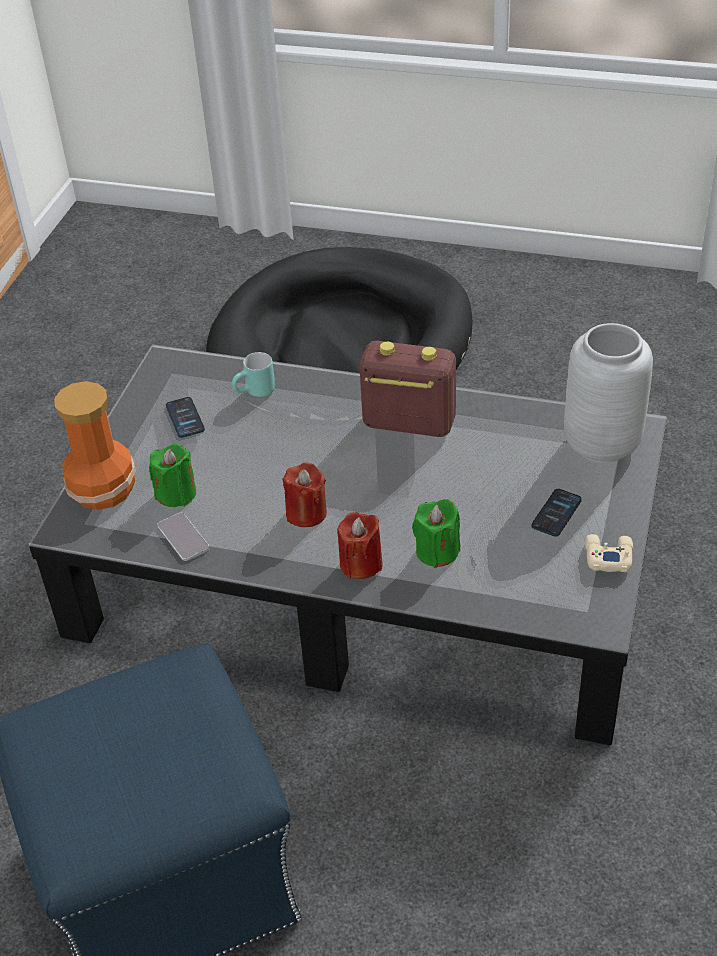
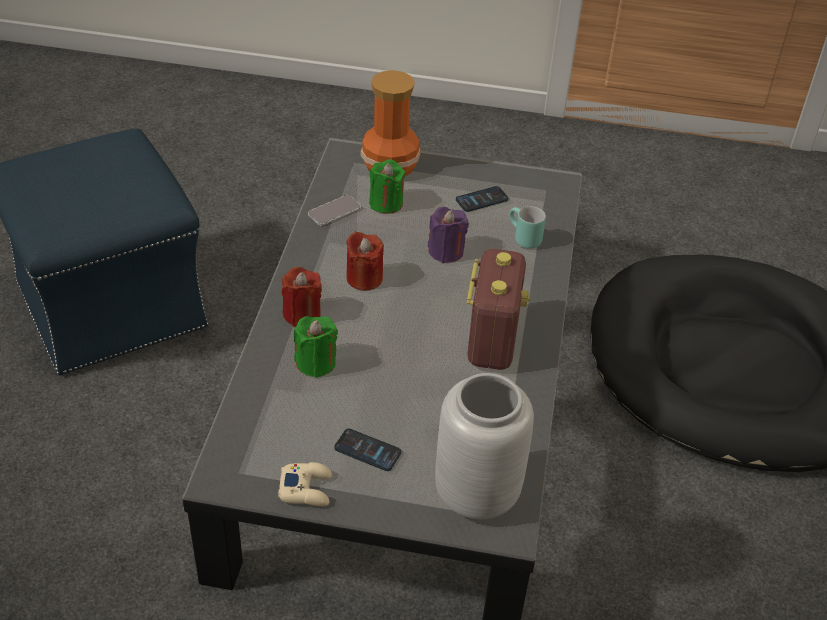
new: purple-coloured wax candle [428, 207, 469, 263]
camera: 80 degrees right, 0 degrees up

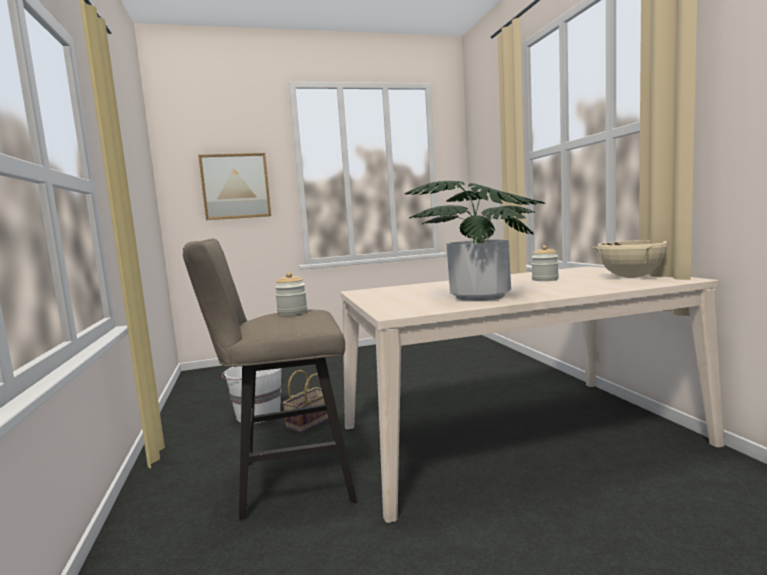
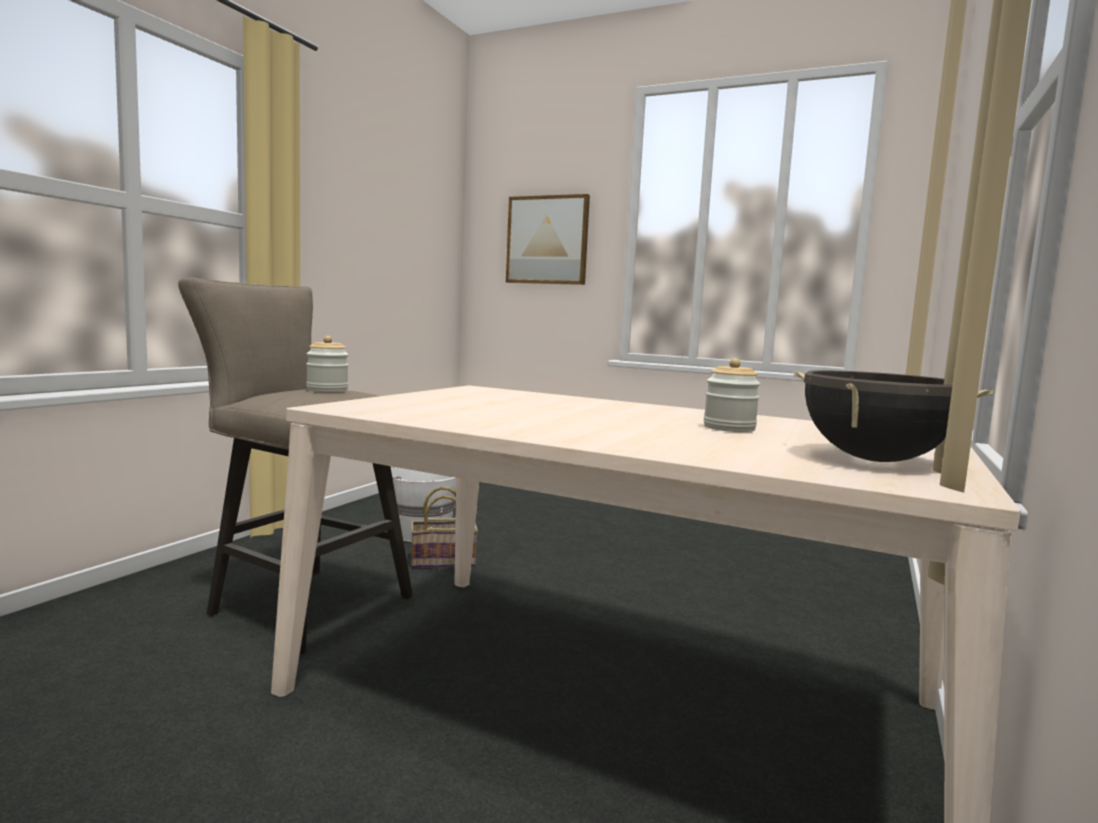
gone: potted plant [404, 181, 545, 301]
repainted: beige-coloured saucepot [591, 240, 668, 278] to black-coloured saucepot [793, 370, 994, 462]
camera: 40 degrees right, 0 degrees up

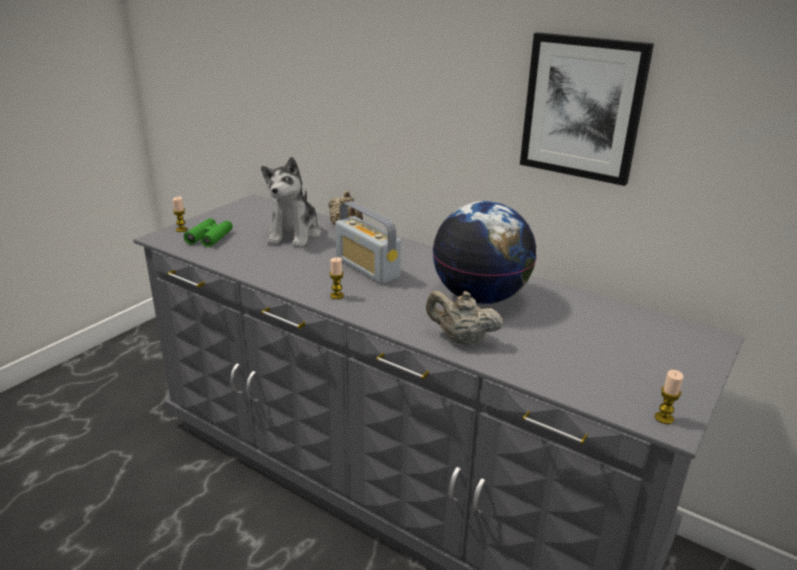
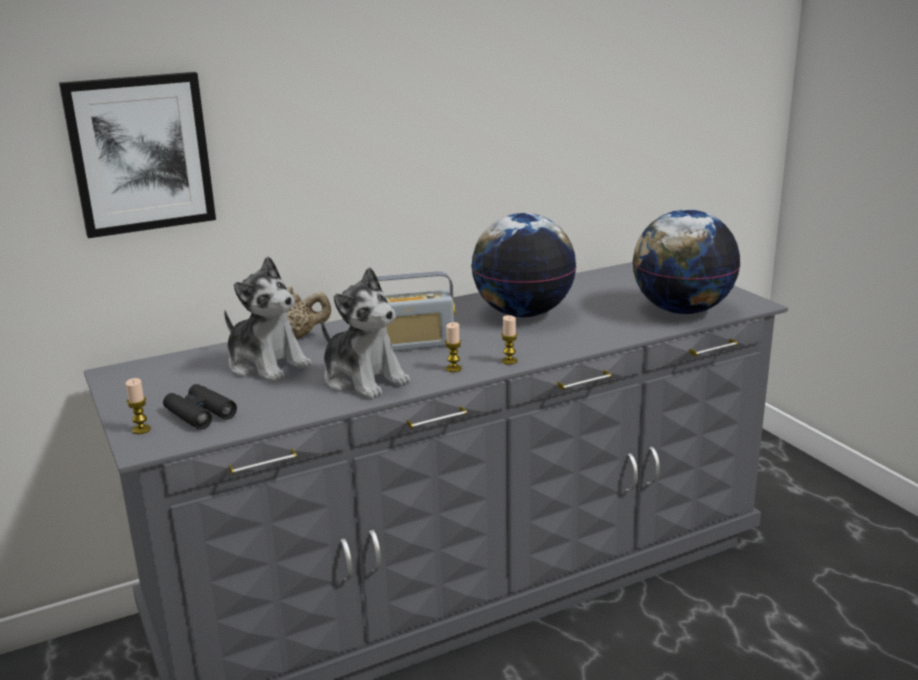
gone: beige-coloured pot for tea [426, 291, 503, 346]
new: cuddly toy [321, 267, 410, 399]; globe [632, 209, 741, 314]
shifted: wall picture [520, 32, 654, 186] to [59, 72, 216, 238]; wax candle [655, 370, 683, 424] to [501, 315, 518, 365]
repainted: greenish pair of binoculars [184, 218, 233, 247] to black-coloured pair of binoculars [163, 384, 237, 430]
camera: 60 degrees left, 5 degrees down

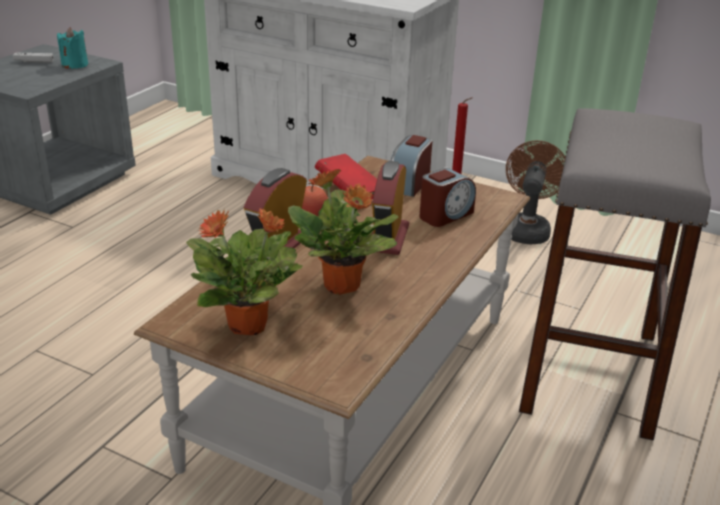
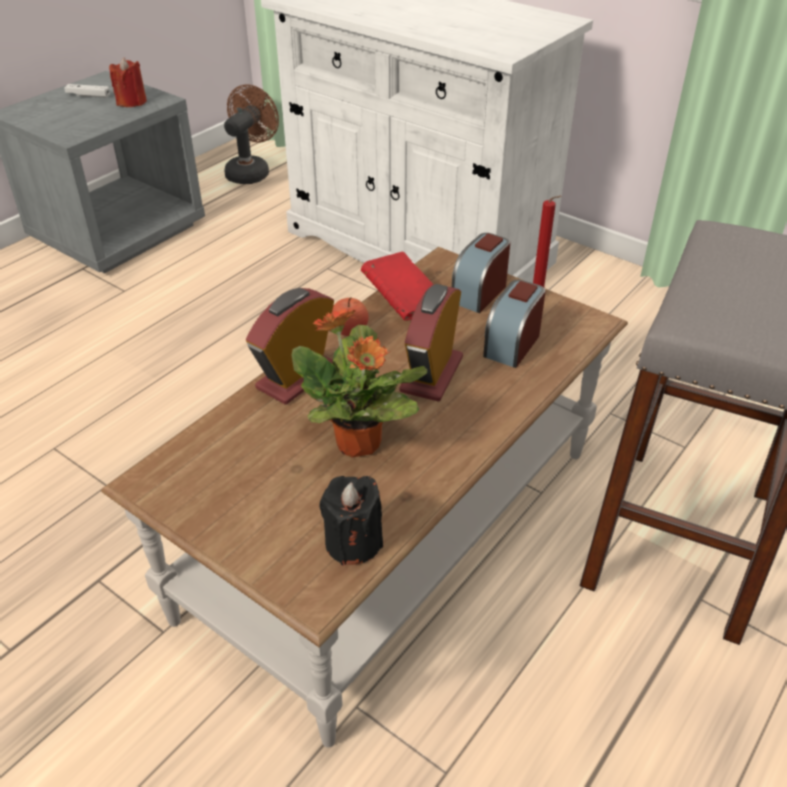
gone: potted plant [186, 208, 303, 335]
new: black-coloured wax candle [319, 476, 383, 566]
shifted: brownish fan [506, 140, 566, 245] to [224, 84, 279, 184]
repainted: blue-green wax candle [57, 27, 88, 69] to reddish wax candle [109, 57, 147, 107]
rotated: table clock [419, 168, 476, 227] = [483, 280, 546, 368] 150 degrees clockwise
camera: 10 degrees right, 10 degrees up

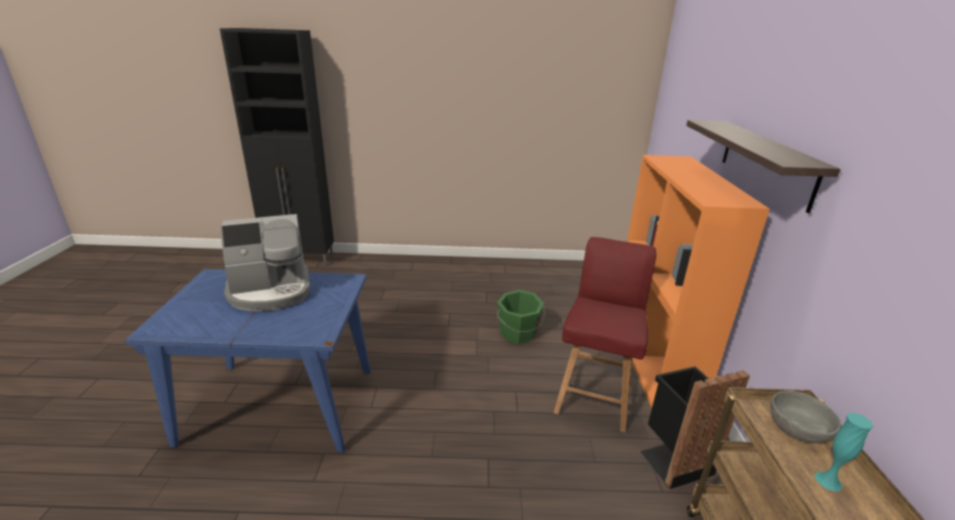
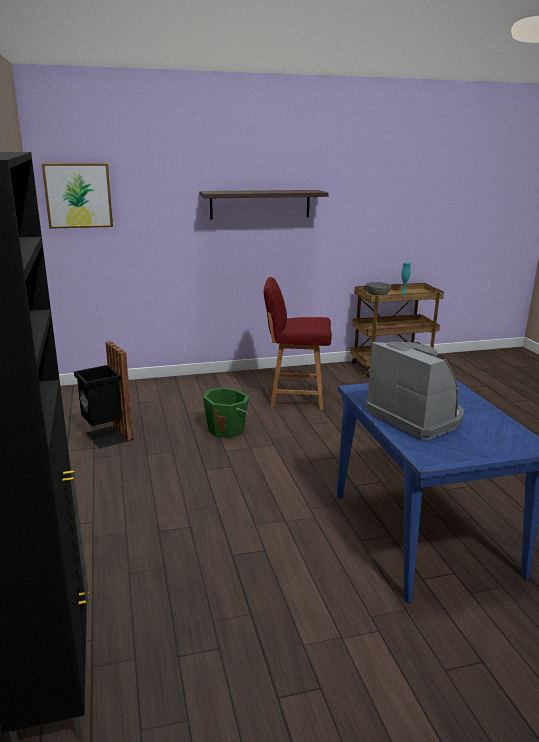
gone: orange bookcase [627, 155, 770, 408]
new: wall picture [42, 163, 113, 229]
shifted: black-coloured rubbish bin [640, 366, 750, 489] to [74, 341, 133, 449]
camera: 105 degrees left, 5 degrees down

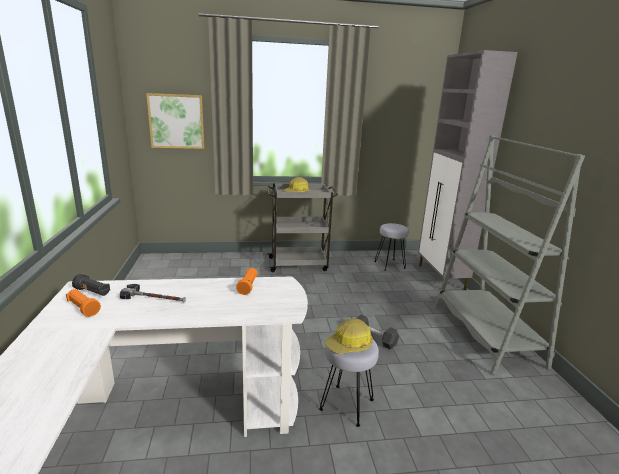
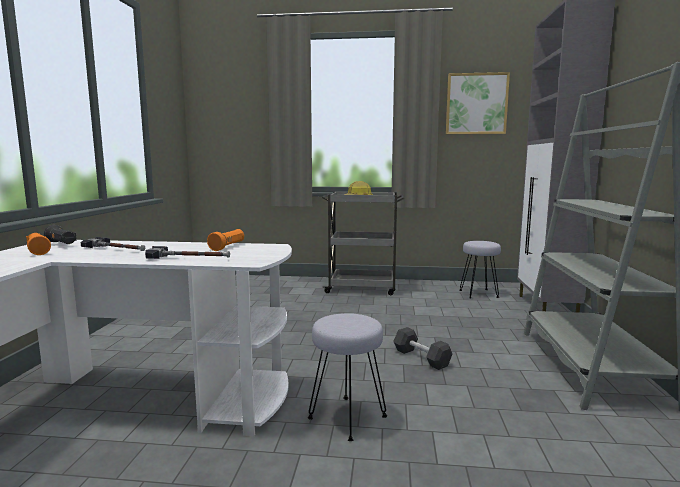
gone: hard hat [324, 318, 373, 354]
new: hand hammer [145, 246, 230, 259]
shifted: wall picture [146, 93, 204, 149] to [446, 72, 510, 134]
camera: 15 degrees right, 10 degrees down

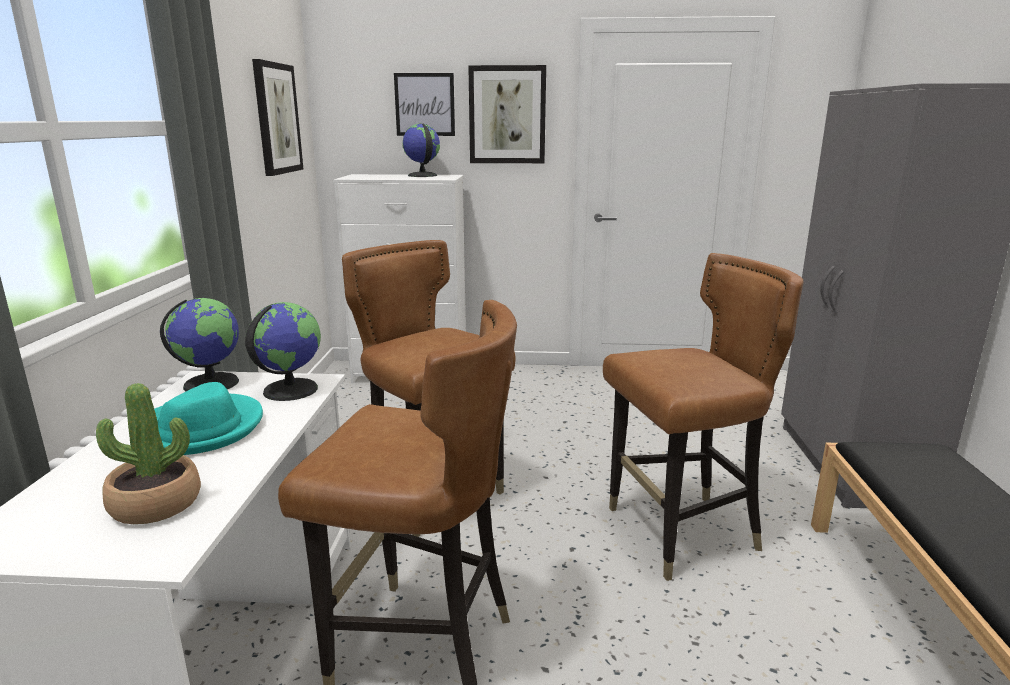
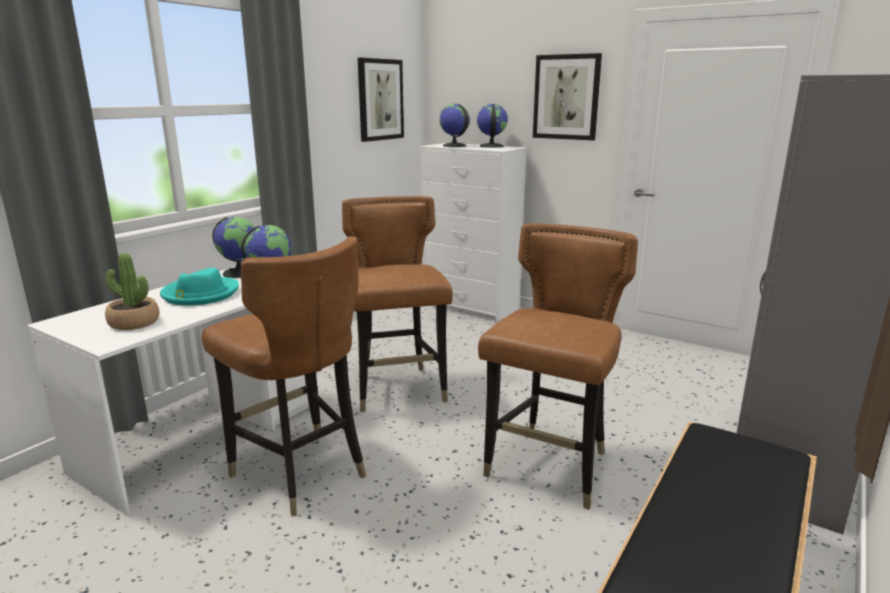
gone: wall picture [394, 73, 455, 136]
new: globe [439, 104, 470, 147]
rotated: brownish upright chair [603, 253, 804, 581] = [478, 223, 638, 510] 75 degrees counterclockwise
camera: 30 degrees right, 0 degrees up

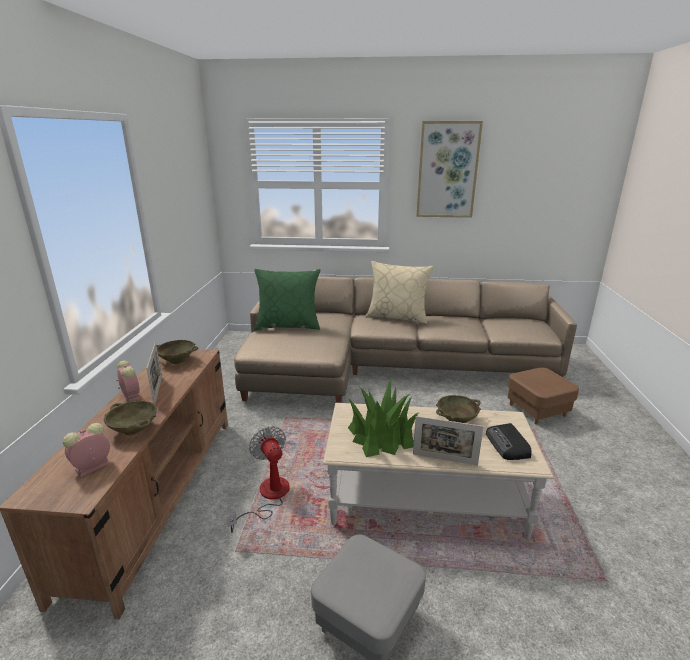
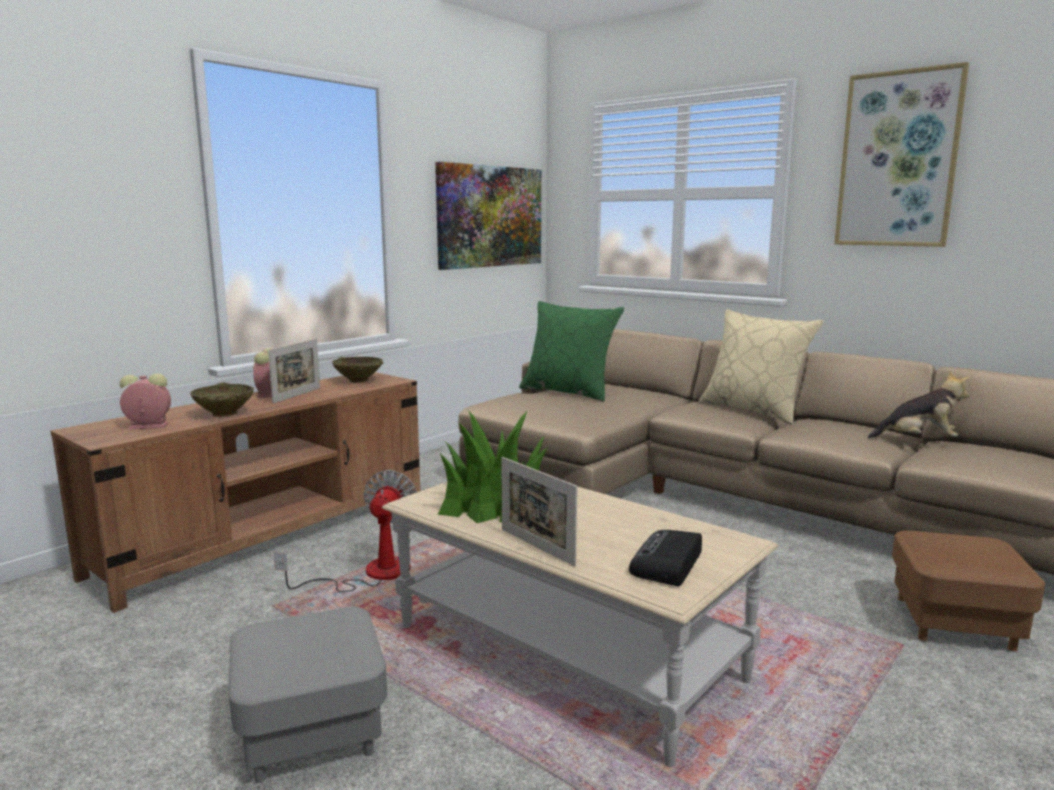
gone: beige-coloured serving bowl [436, 395, 481, 423]
new: wall picture [435, 162, 541, 270]; cuddly toy [868, 371, 970, 438]
camera: 35 degrees right, 10 degrees down

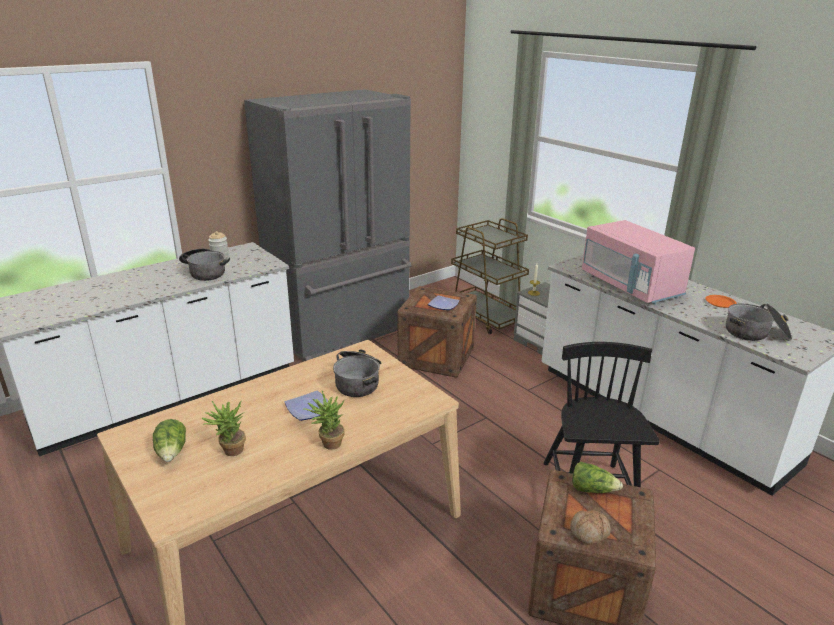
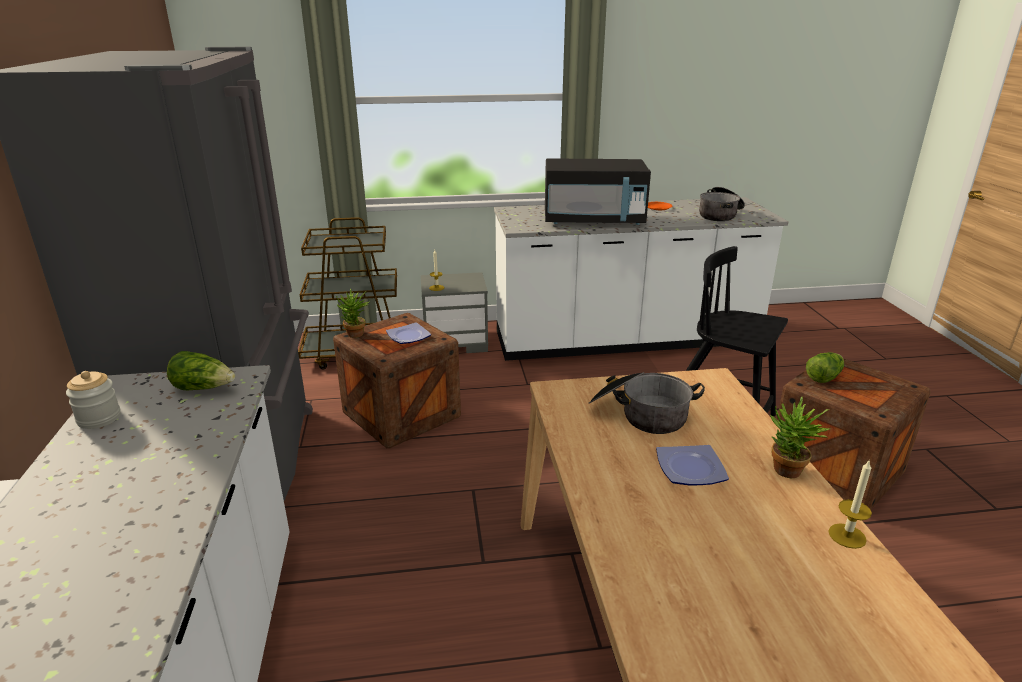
gone: saucepot [179, 249, 230, 281]; baked bread [570, 510, 611, 545]
new: wax candle [828, 459, 872, 549]
shifted: lettuce [153, 419, 186, 462] to [167, 351, 235, 390]; potted plant [201, 400, 246, 456] to [336, 289, 369, 338]
repainted: pink-coloured microwave [582, 220, 695, 304] to black-coloured microwave [545, 158, 651, 225]
camera: 60 degrees left, 0 degrees up

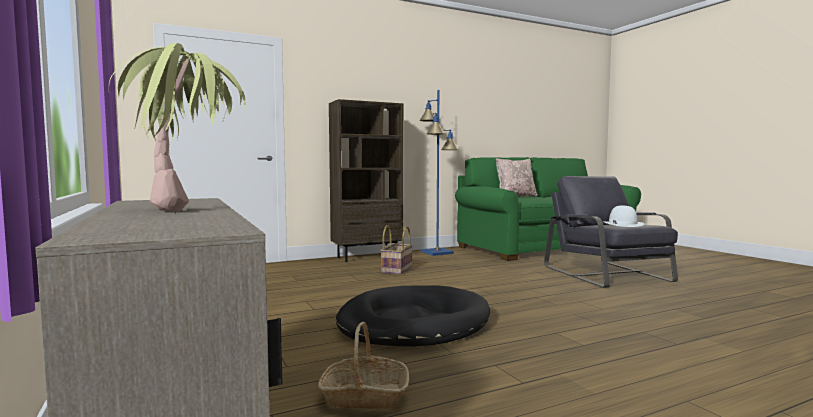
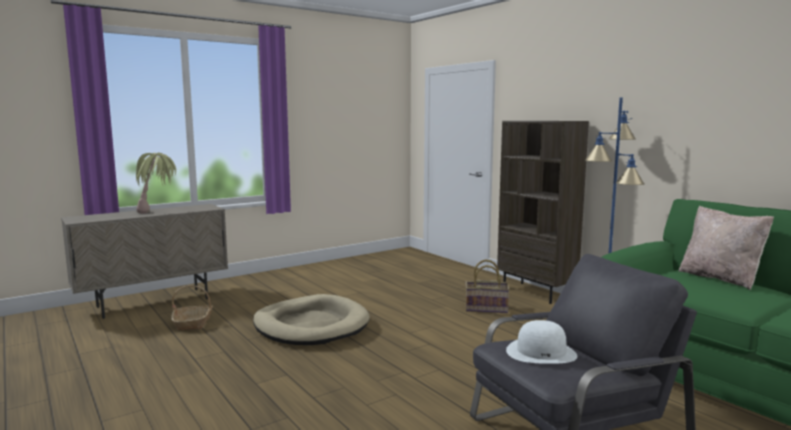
repainted: black-coloured pet bed [336, 285, 490, 347] to beige-coloured pet bed [253, 294, 370, 345]
camera: 80 degrees right, 5 degrees up

